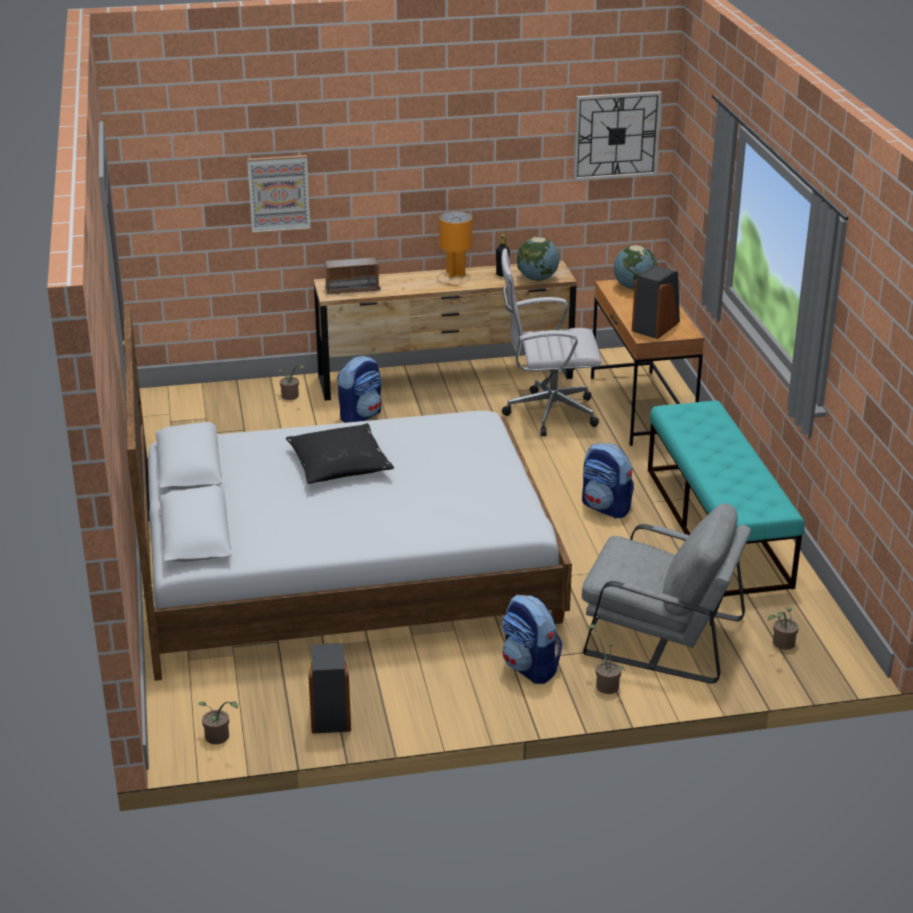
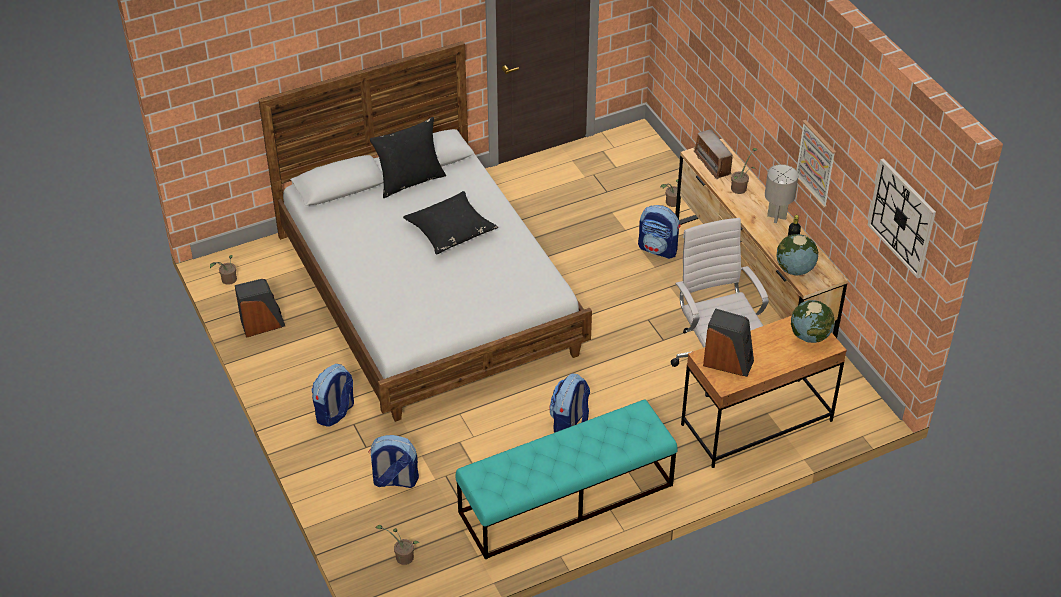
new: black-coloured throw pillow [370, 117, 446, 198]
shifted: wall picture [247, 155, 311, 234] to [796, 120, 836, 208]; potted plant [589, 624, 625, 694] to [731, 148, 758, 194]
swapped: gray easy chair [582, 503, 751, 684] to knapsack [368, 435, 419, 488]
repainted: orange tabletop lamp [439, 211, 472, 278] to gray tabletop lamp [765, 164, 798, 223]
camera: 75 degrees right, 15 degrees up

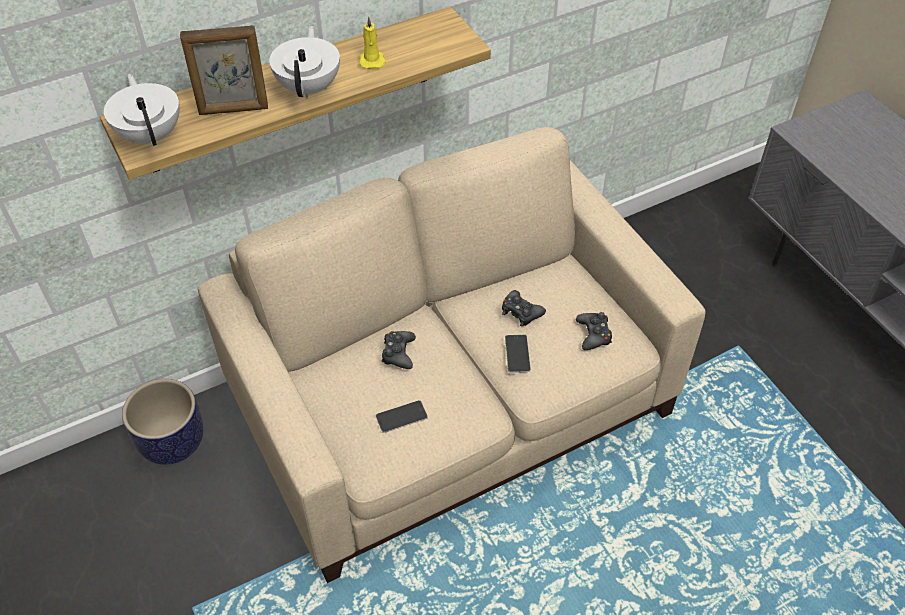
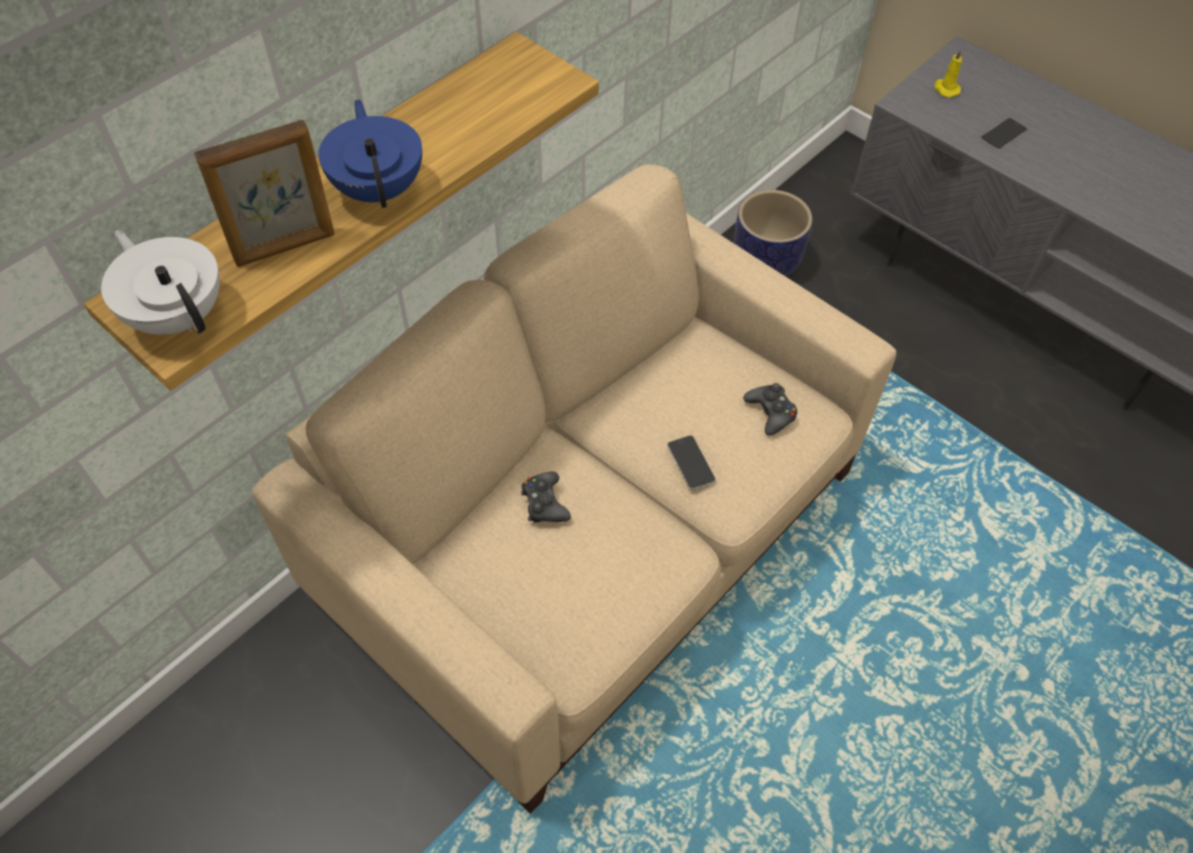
gone: black-coloured game controller [502, 290, 546, 327]
shifted: plant pot [122, 379, 203, 465] to [734, 190, 812, 276]; yellowish wax candle [359, 16, 386, 69] to [934, 49, 962, 97]; phone [376, 400, 428, 433] to [980, 118, 1028, 150]
repainted: white pot for tea [269, 26, 340, 98] to bluish pot for tea [318, 99, 422, 208]
camera: 20 degrees left, 5 degrees up

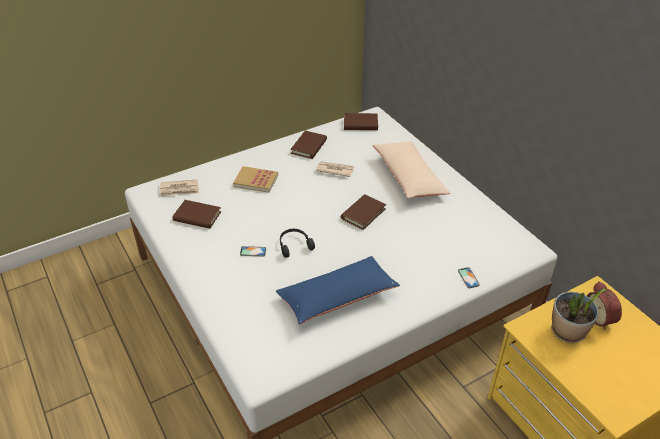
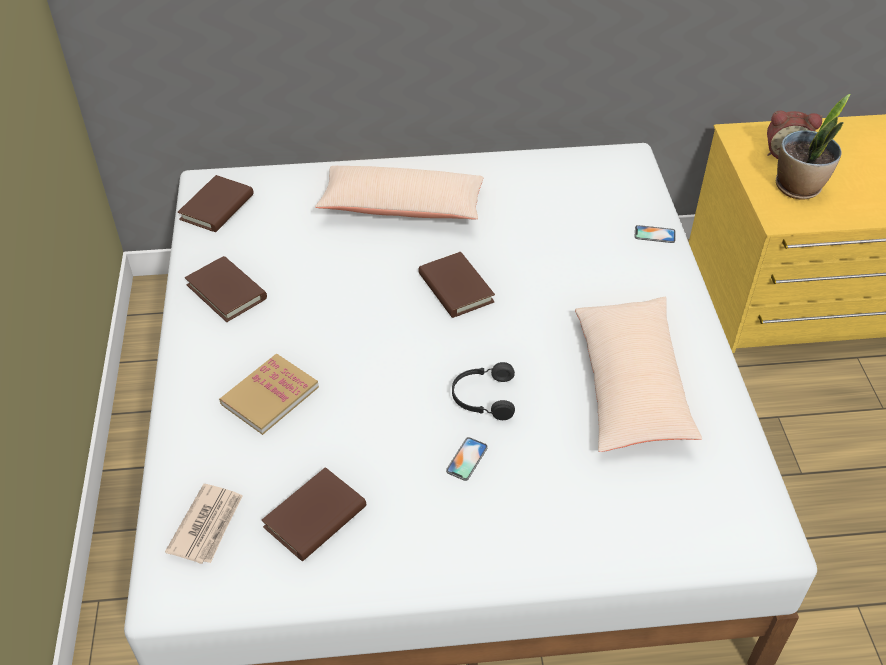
gone: daily paper [316, 161, 354, 177]
repainted: bluish throw pillow [276, 256, 400, 325] to beige-coloured throw pillow [575, 297, 702, 452]
camera: 65 degrees left, 5 degrees up

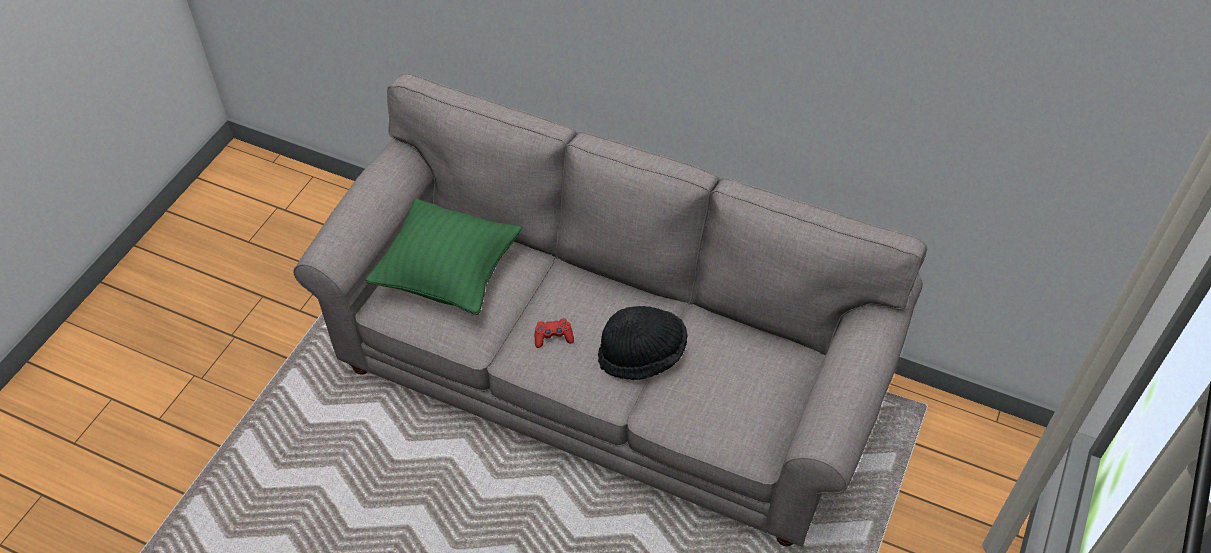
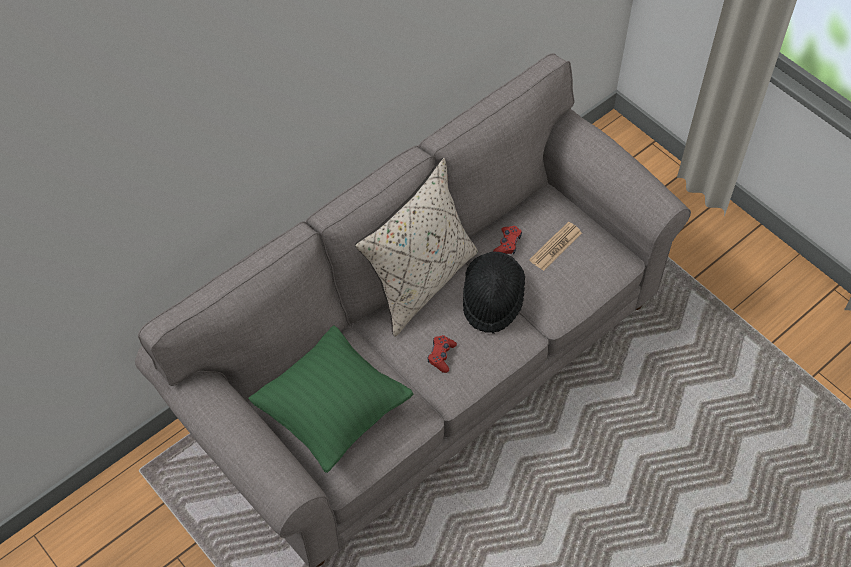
new: beige-coloured throw pillow [355, 158, 478, 337]; reddish game controller [493, 226, 522, 254]; daily paper [529, 222, 582, 271]
camera: 65 degrees left, 5 degrees up

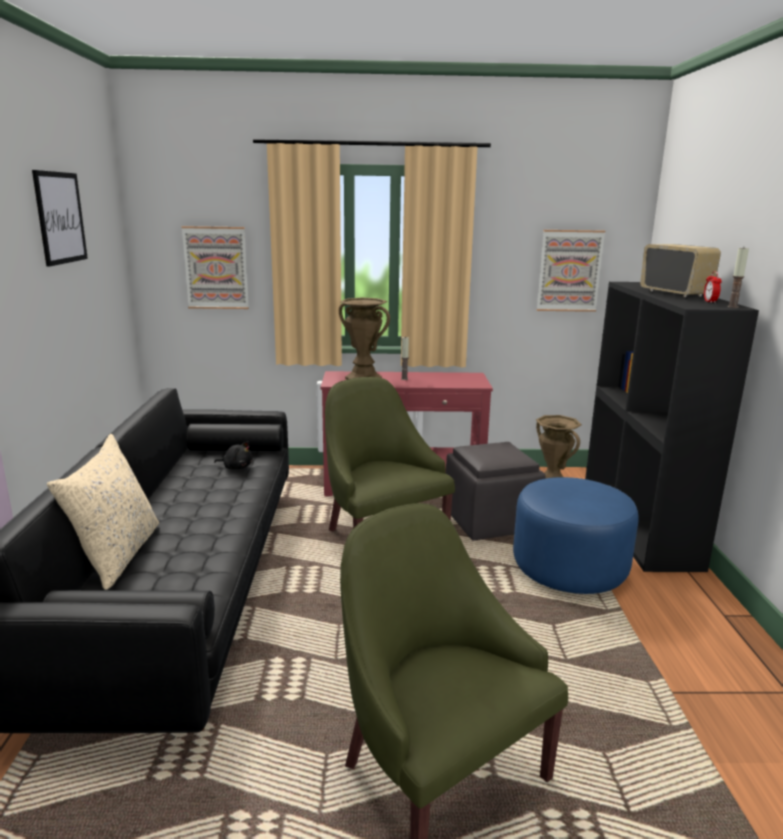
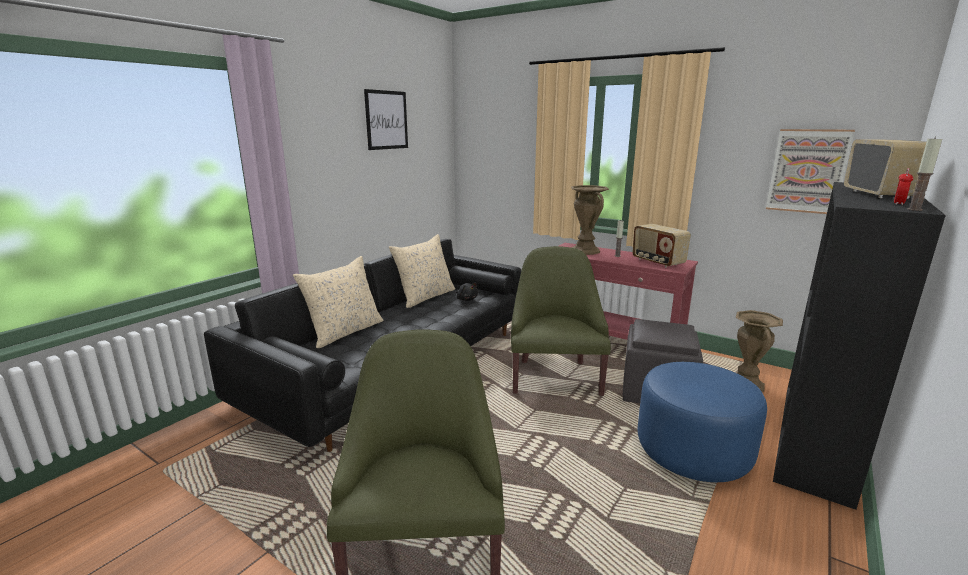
gone: wall picture [181, 226, 249, 309]
new: beige-coloured throw pillow [389, 234, 455, 308]; radio receiver [632, 224, 691, 267]
camera: 35 degrees right, 0 degrees up

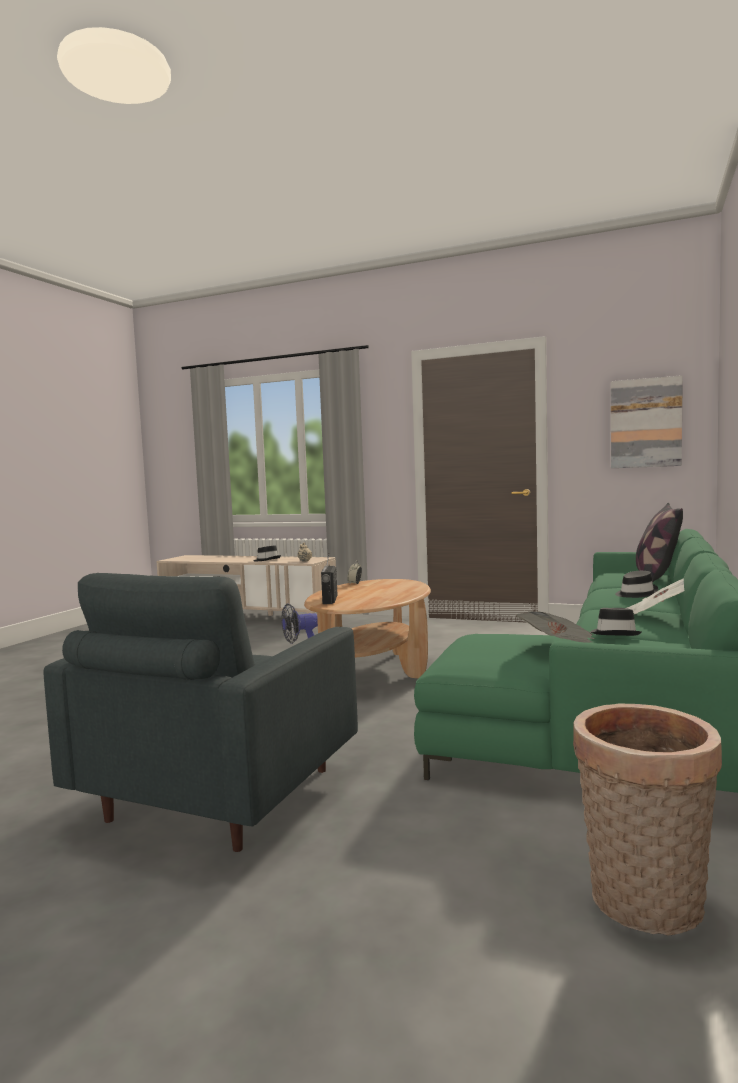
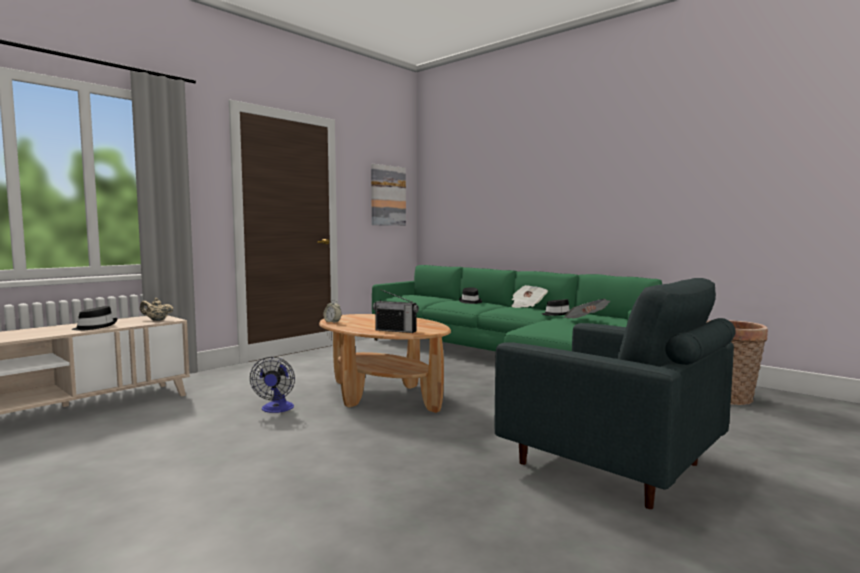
gone: throw pillow [636, 503, 683, 582]
camera: 70 degrees left, 0 degrees up

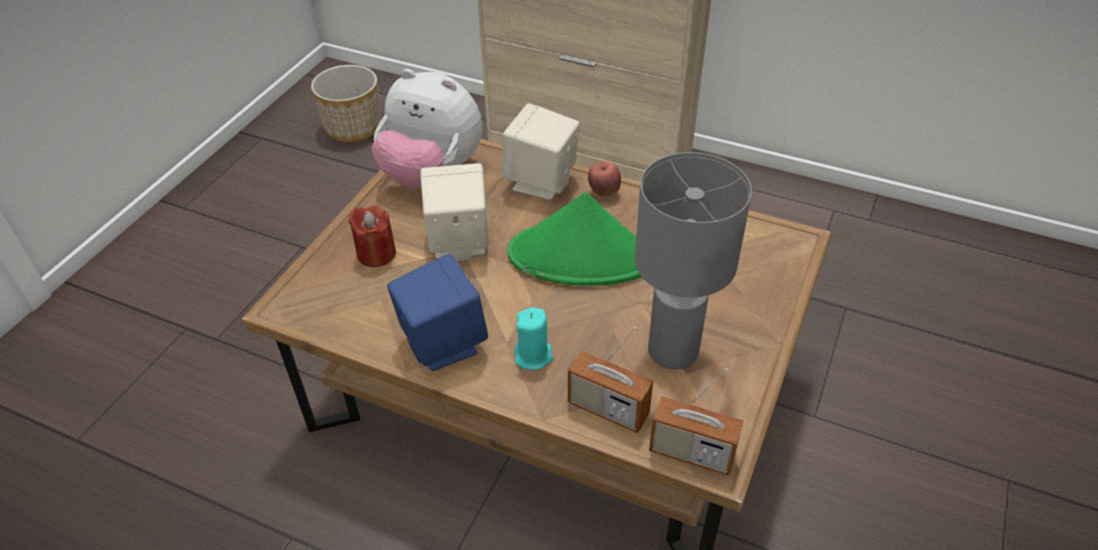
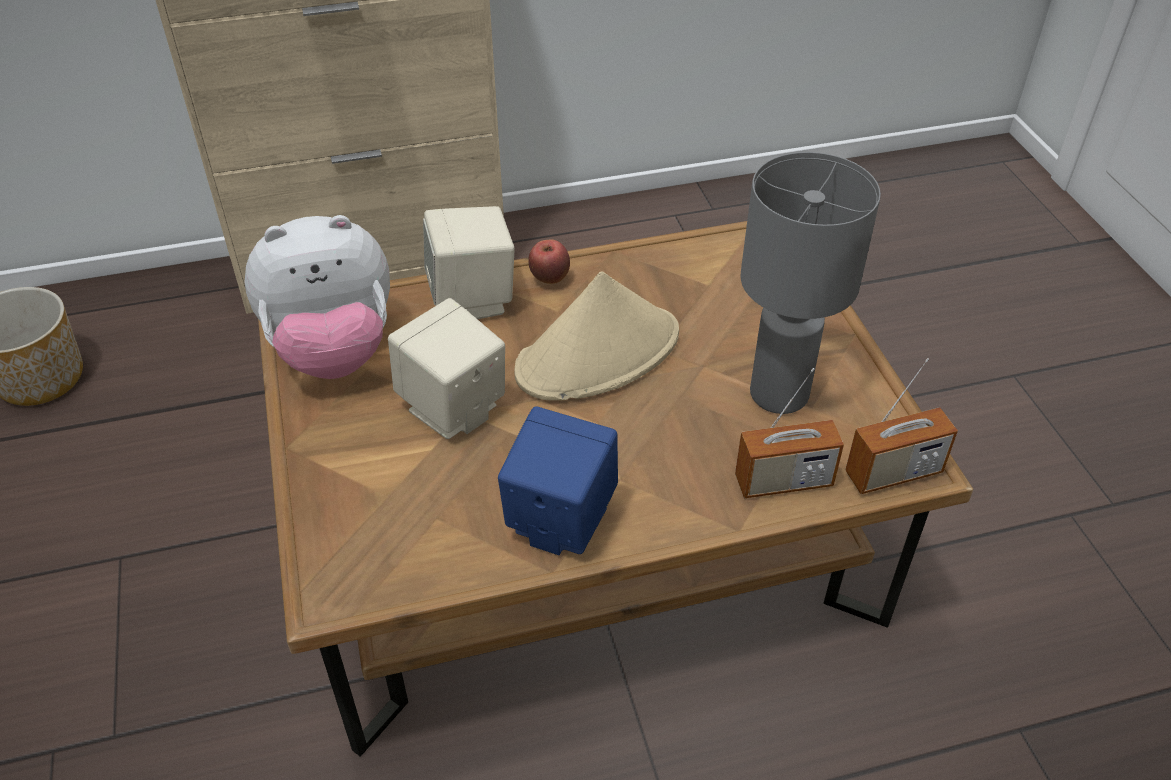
gone: reddish wax candle [349, 206, 396, 267]; blue-green wax candle [514, 307, 553, 370]
repainted: greenish hat [507, 192, 641, 286] to beige-coloured hat [514, 271, 679, 401]
camera: 40 degrees left, 0 degrees up

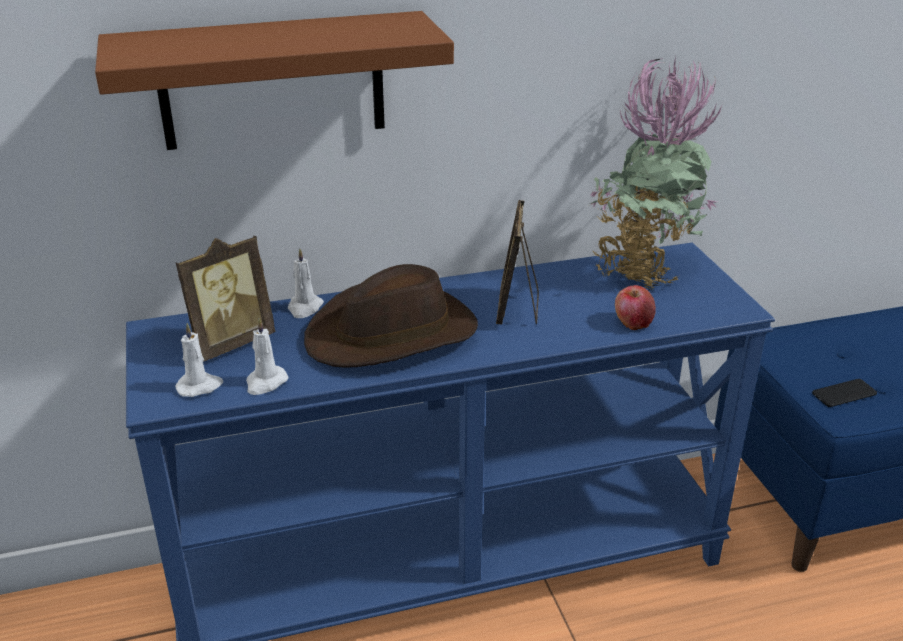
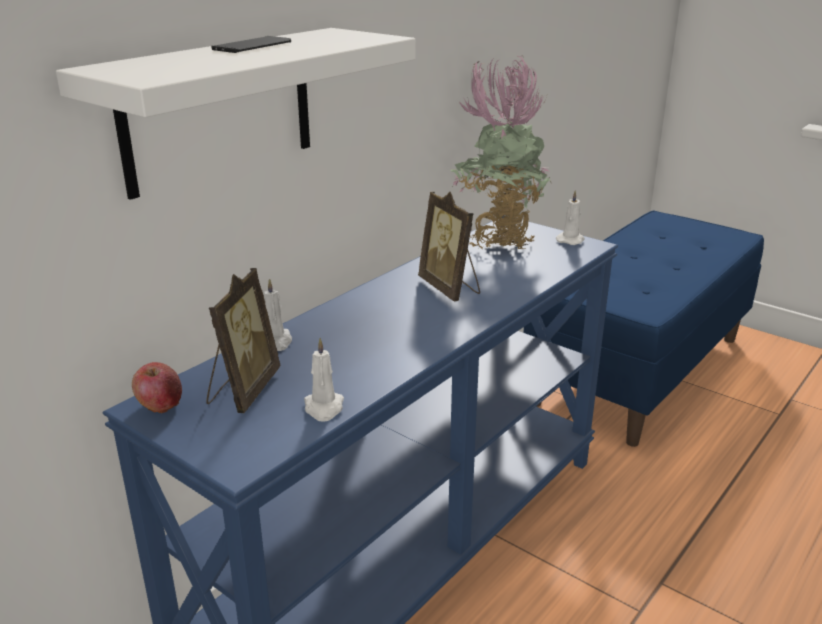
gone: brownish hat [304, 264, 478, 368]
shifted: white wax candle [175, 323, 223, 397] to [556, 190, 585, 245]; apple fruit [615, 285, 656, 330] to [132, 362, 182, 413]; phone [812, 379, 877, 407] to [211, 36, 291, 53]
repainted: brownish wall shelf [95, 11, 454, 150] to white wall shelf [56, 28, 416, 200]
camera: 35 degrees left, 5 degrees down

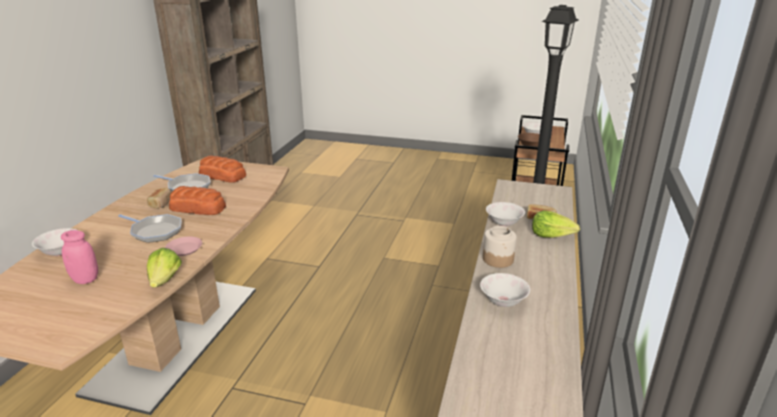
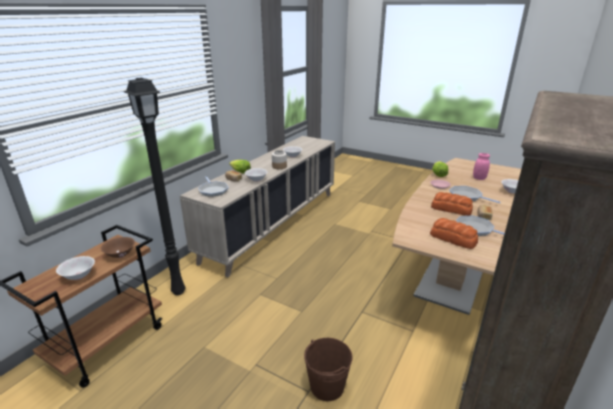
new: pan [198, 176, 229, 197]; brownish pail [304, 338, 353, 401]
camera: 165 degrees left, 0 degrees up

